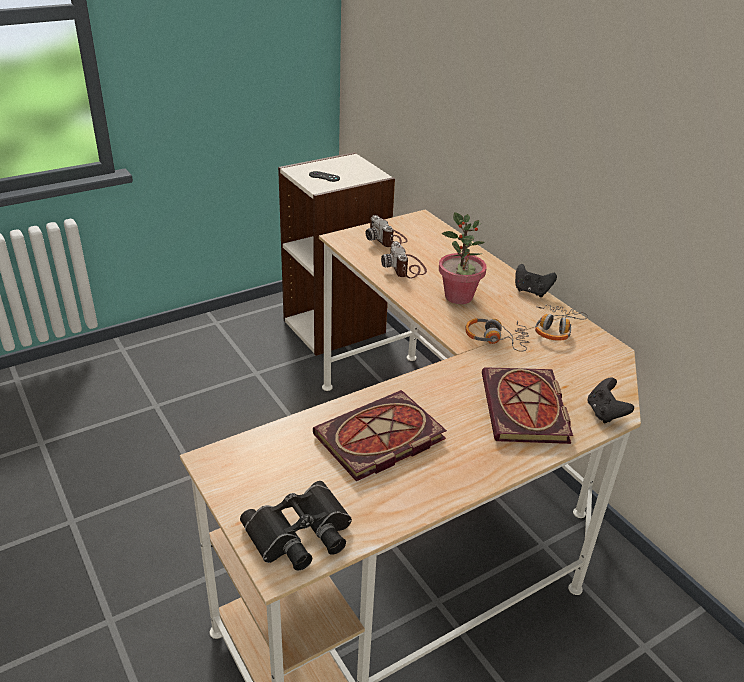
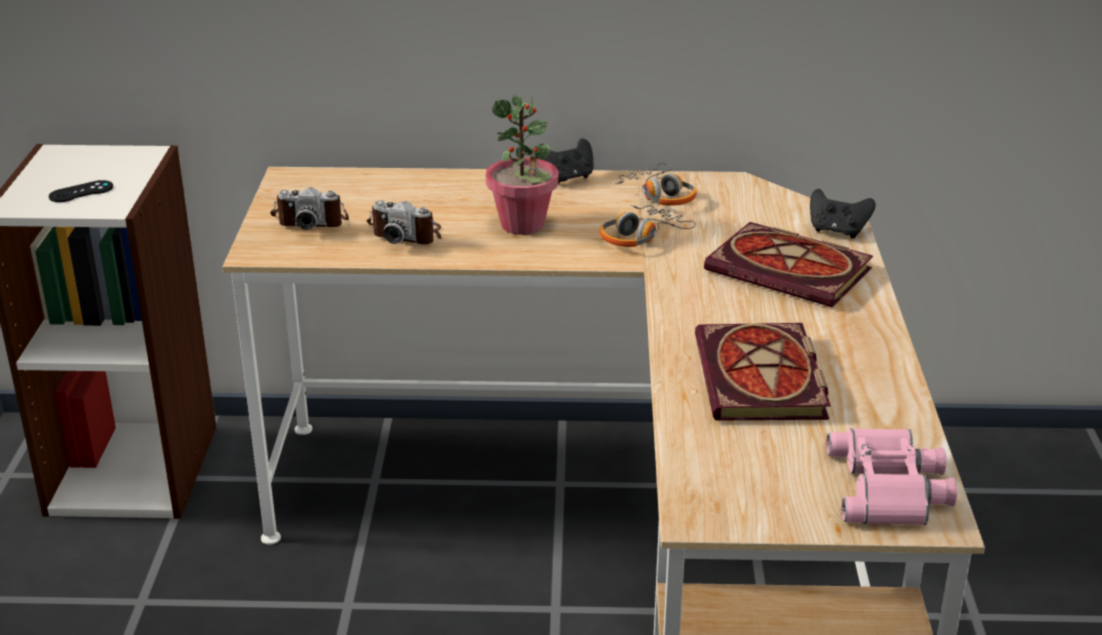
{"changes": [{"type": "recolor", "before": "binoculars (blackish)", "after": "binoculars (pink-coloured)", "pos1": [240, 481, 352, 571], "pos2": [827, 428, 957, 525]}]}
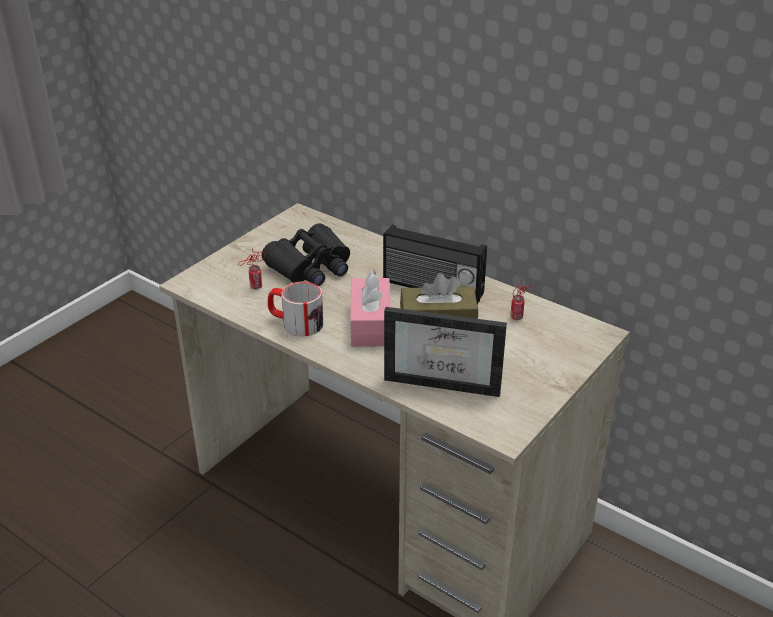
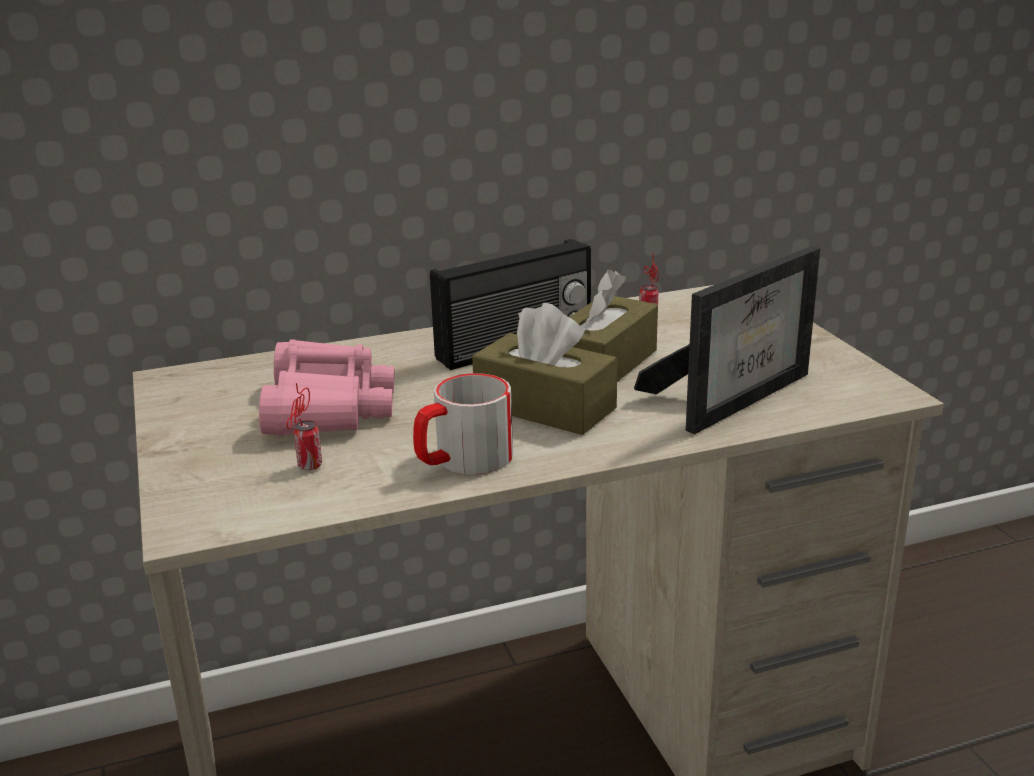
{"changes": [{"type": "recolor", "before": "binoculars (blackish)", "after": "binoculars (pink-coloured)", "pos1": [261, 223, 350, 286], "pos2": [259, 339, 394, 436]}, {"type": "recolor", "before": "tissue holder (pink-coloured)", "after": "tissue holder (brown-coloured)", "pos1": [350, 269, 391, 347], "pos2": [472, 303, 617, 435]}]}
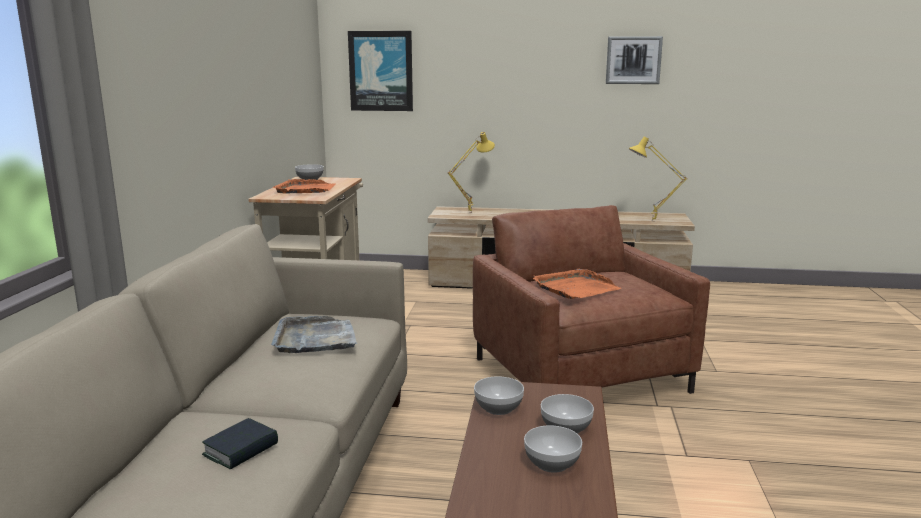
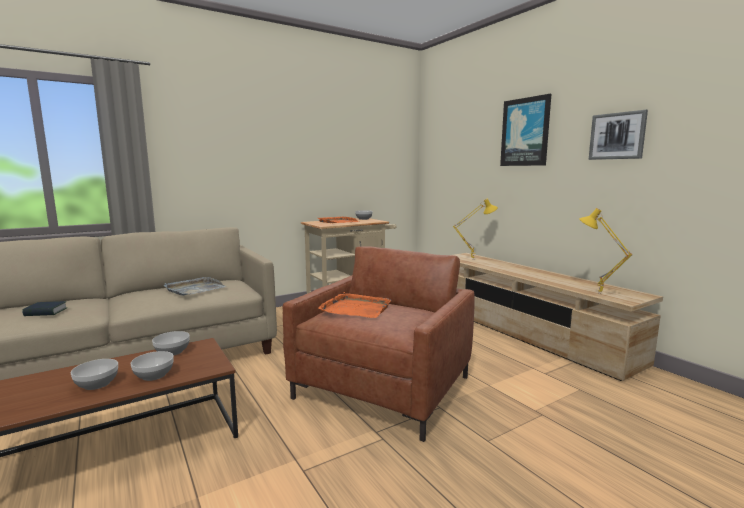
{"changes": [{"type": "move", "before": "picture", "pos1": [348, 31, 413, 111], "pos2": [500, 94, 551, 166]}]}
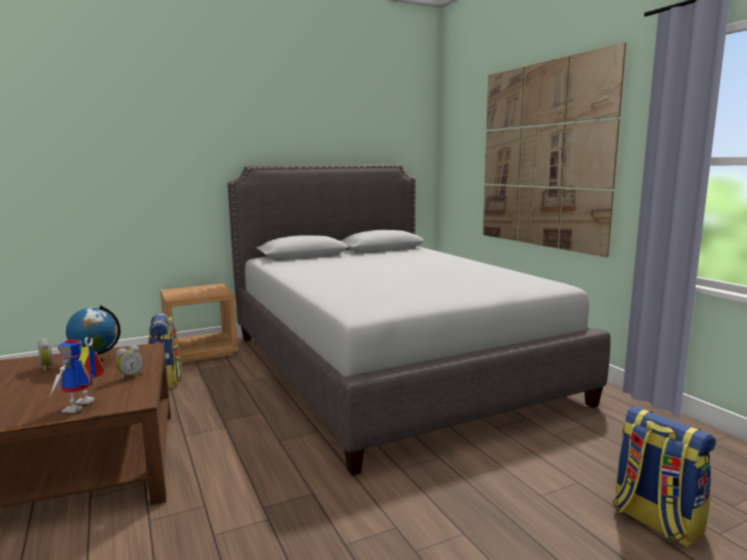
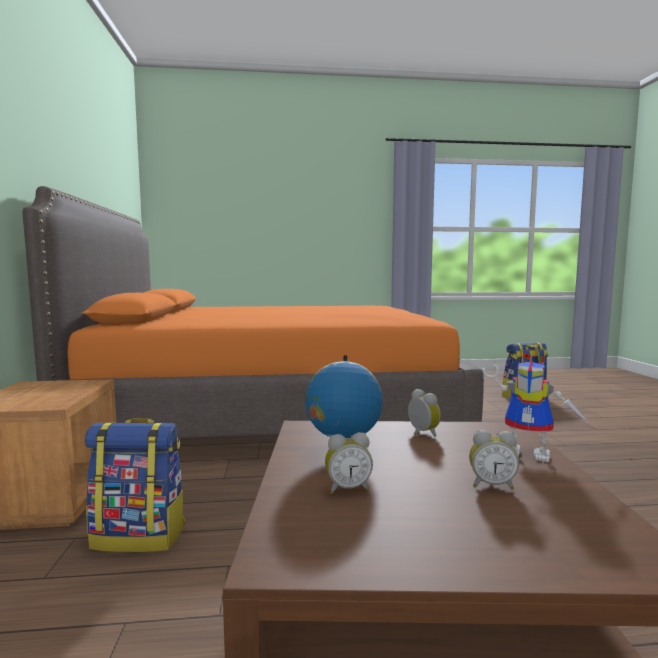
{"changes": [{"type": "delete", "before": "picture", "pos1": [483, 43, 626, 257]}, {"type": "recolor", "before": "bedroom bed (greyish)", "after": "bedroom bed (orange)", "pos1": [227, 164, 611, 476], "pos2": [23, 186, 484, 438]}, {"type": "insert", "after": "alarm clock", "pos2": [469, 430, 519, 490]}]}
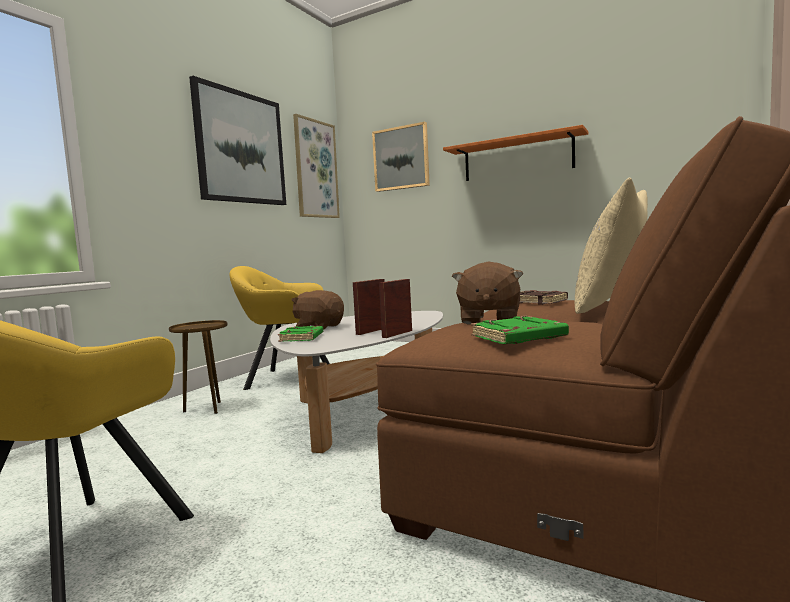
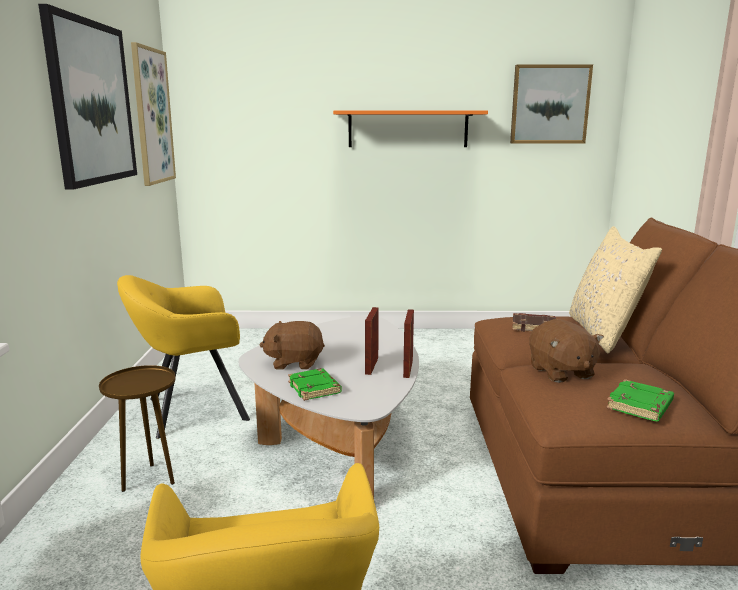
{"changes": [{"type": "move", "before": "picture", "pos1": [372, 122, 430, 192], "pos2": [510, 64, 593, 143]}]}
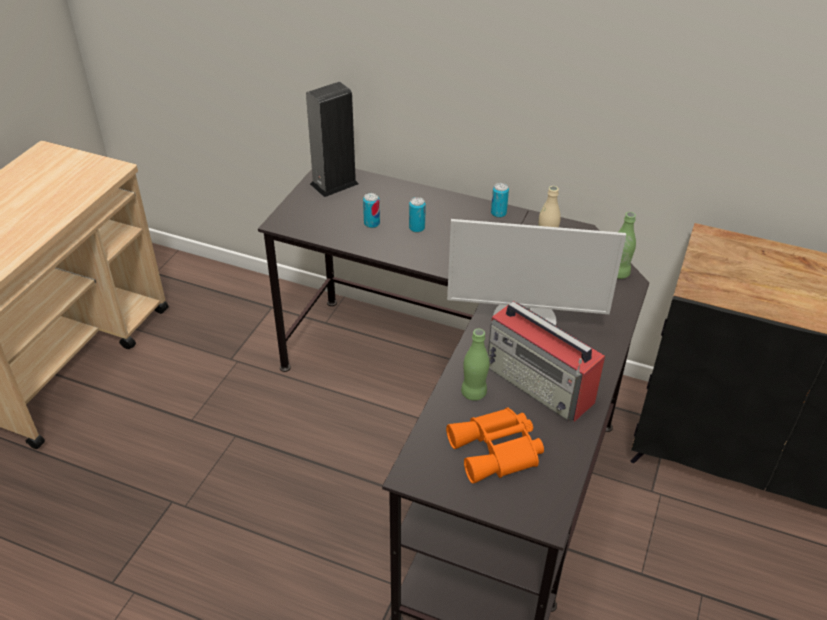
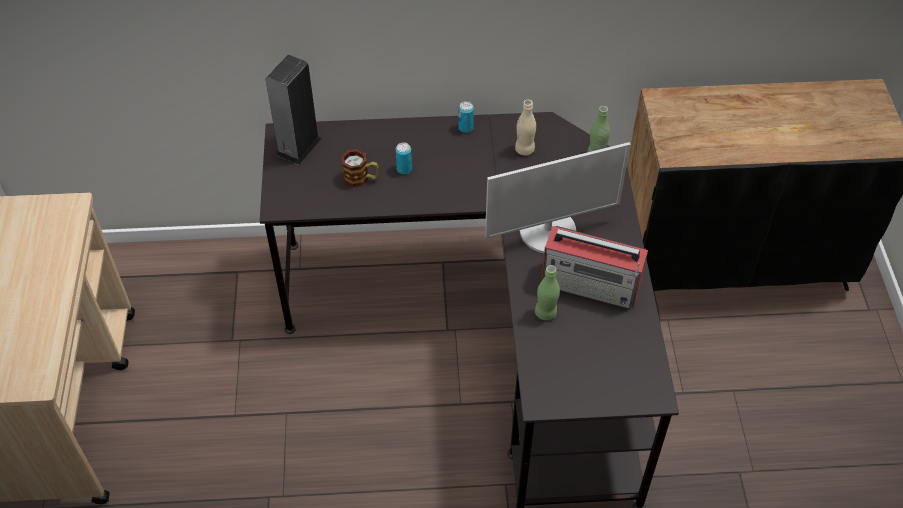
{"changes": [{"type": "replace", "before": "sealed can", "after": "mug", "pos1": [363, 193, 380, 228], "pos2": [341, 149, 379, 187]}, {"type": "delete", "before": "binoculars (orange)", "pos1": [446, 407, 544, 484]}]}
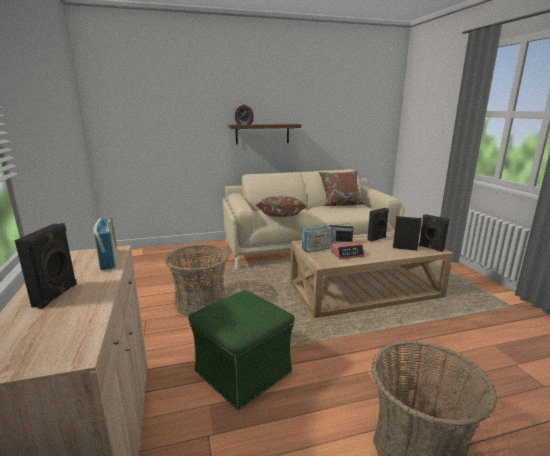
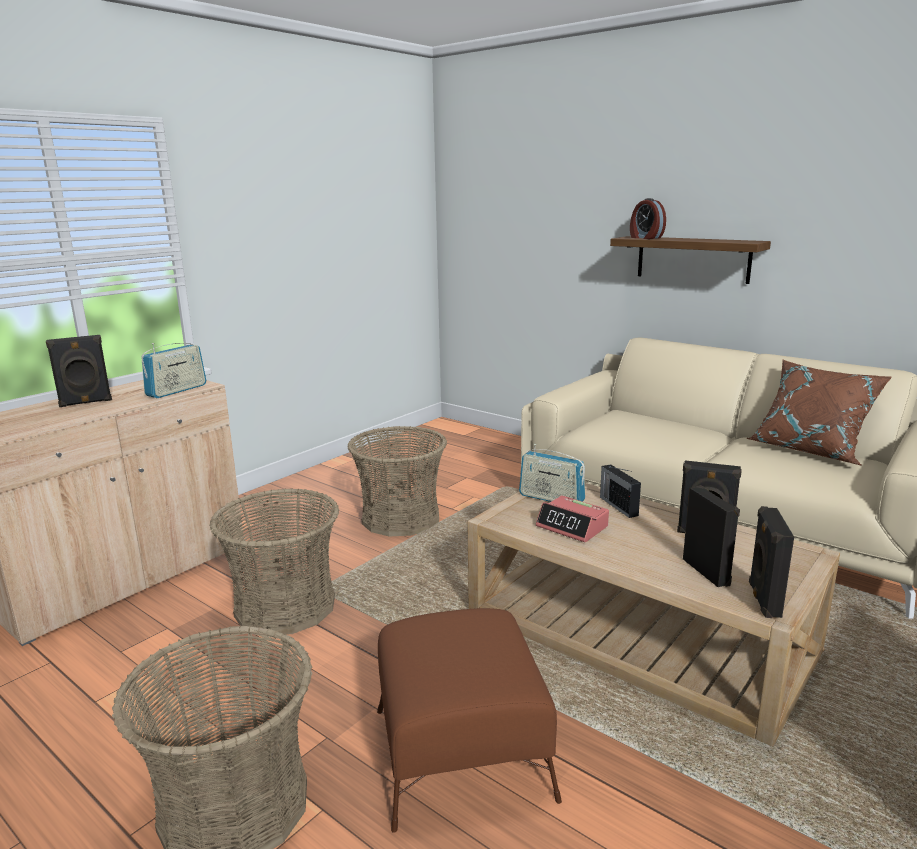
{"changes": [{"type": "delete", "before": "cushion (brown-coloured)", "pos1": [256, 196, 307, 217]}, {"type": "replace", "before": "footrest (green)", "after": "storage basket", "pos1": [188, 290, 295, 410], "pos2": [209, 488, 339, 635]}, {"type": "insert", "after": "footrest (brown-coloured)", "pos2": [377, 608, 562, 833]}]}
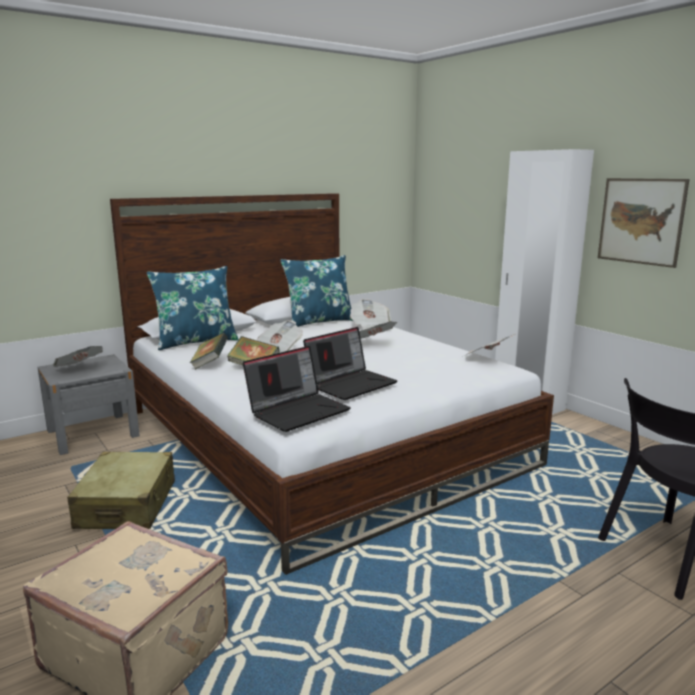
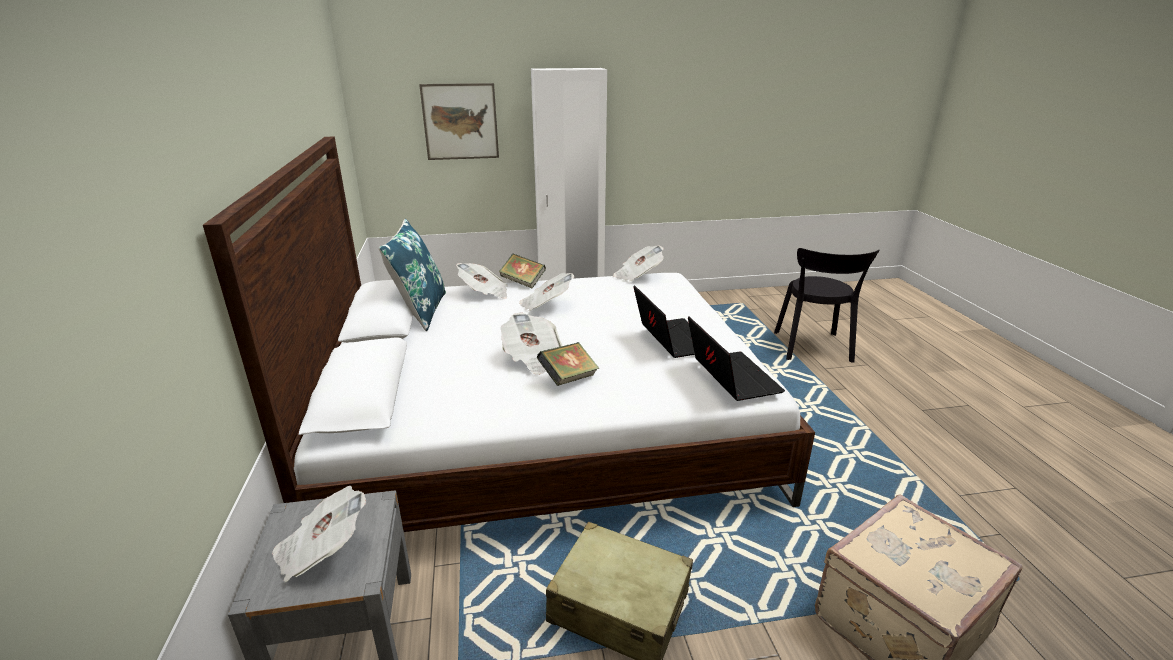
{"changes": [{"type": "move", "before": "picture", "pos1": [598, 178, 689, 268], "pos2": [419, 83, 499, 160]}, {"type": "delete", "before": "cushion (blue)", "pos1": [147, 266, 239, 350]}, {"type": "move", "before": "volume", "pos1": [190, 333, 228, 369], "pos2": [499, 254, 546, 289]}]}
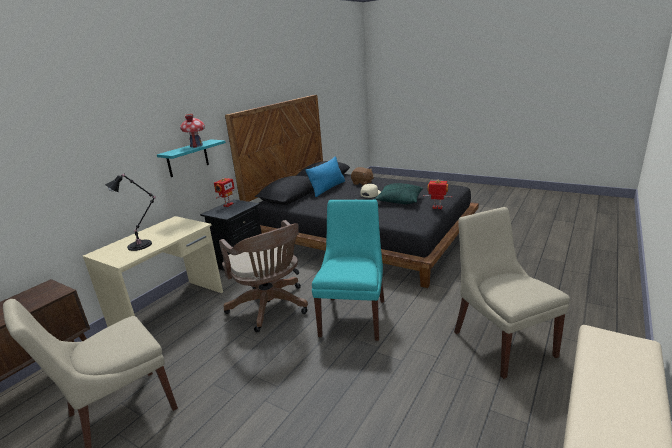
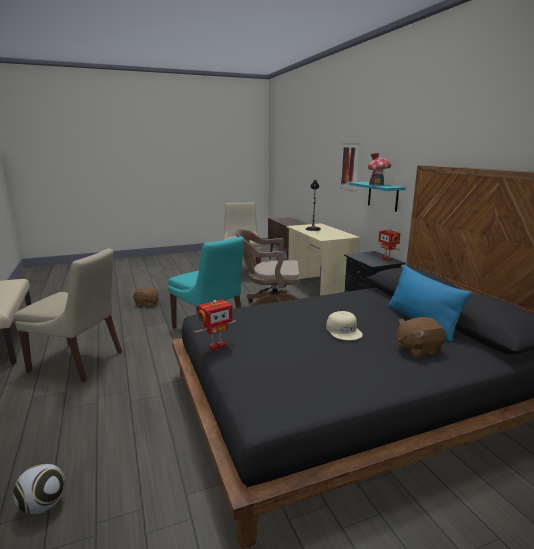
{"changes": [{"type": "delete", "before": "cushion (green)", "pos1": [374, 183, 423, 204]}, {"type": "insert", "after": "picture", "pos2": [340, 144, 359, 191]}, {"type": "insert", "after": "soft toy (brown-coloured)", "pos2": [133, 287, 159, 307]}, {"type": "insert", "after": "football ball", "pos2": [13, 463, 65, 514]}]}
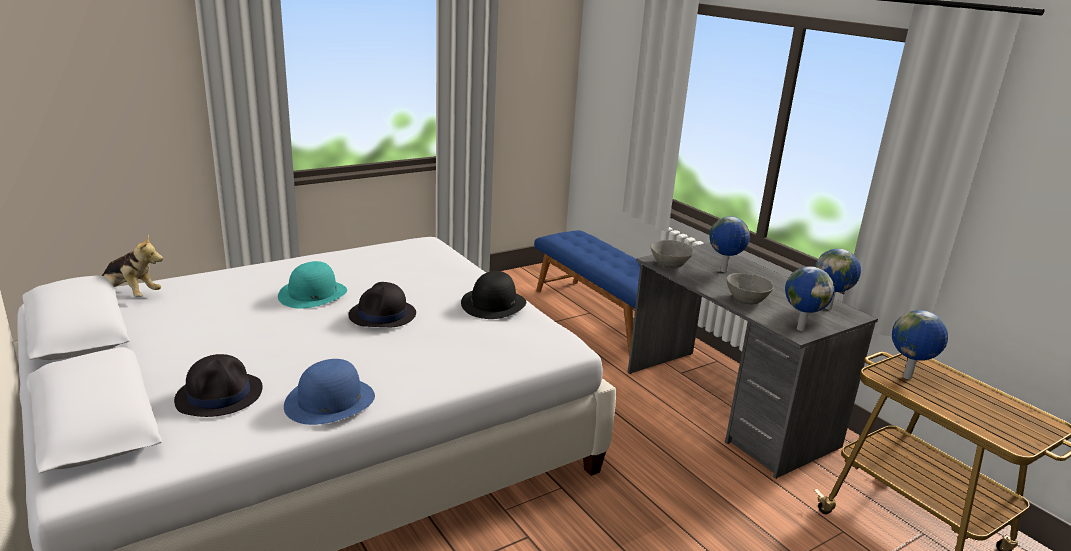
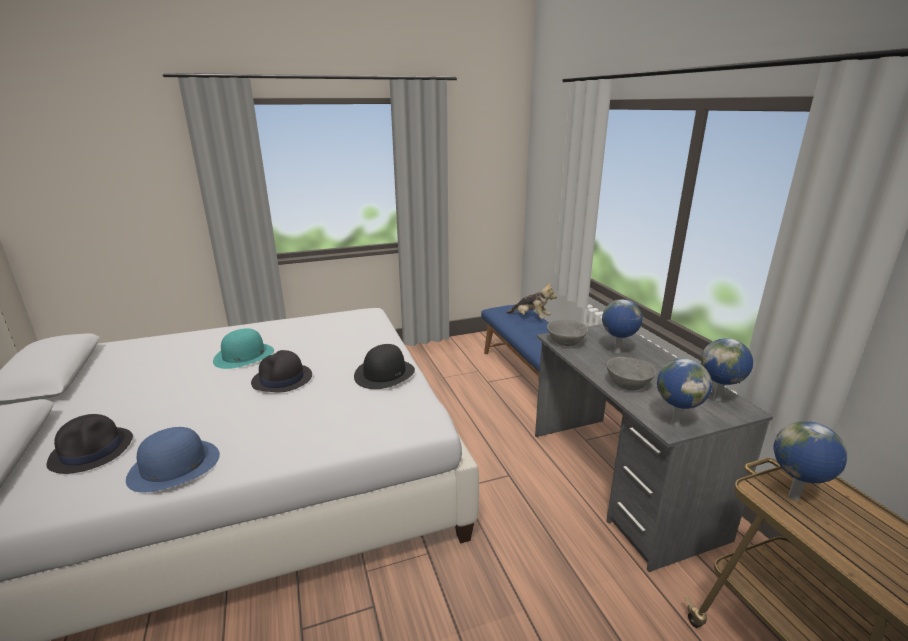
{"changes": [{"type": "move", "before": "soft toy", "pos1": [101, 235, 163, 297], "pos2": [506, 283, 557, 319]}]}
